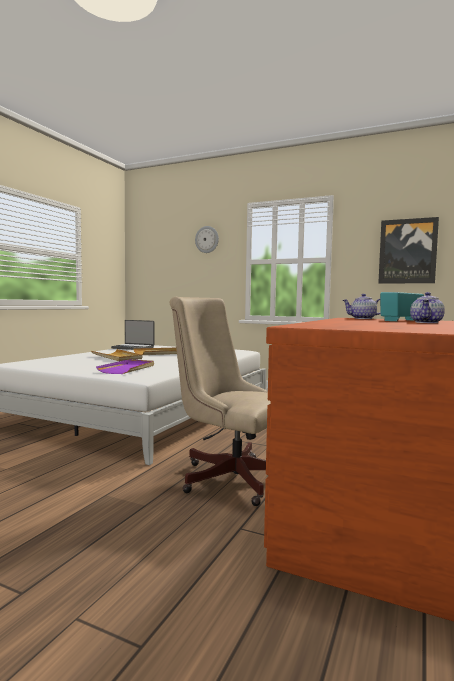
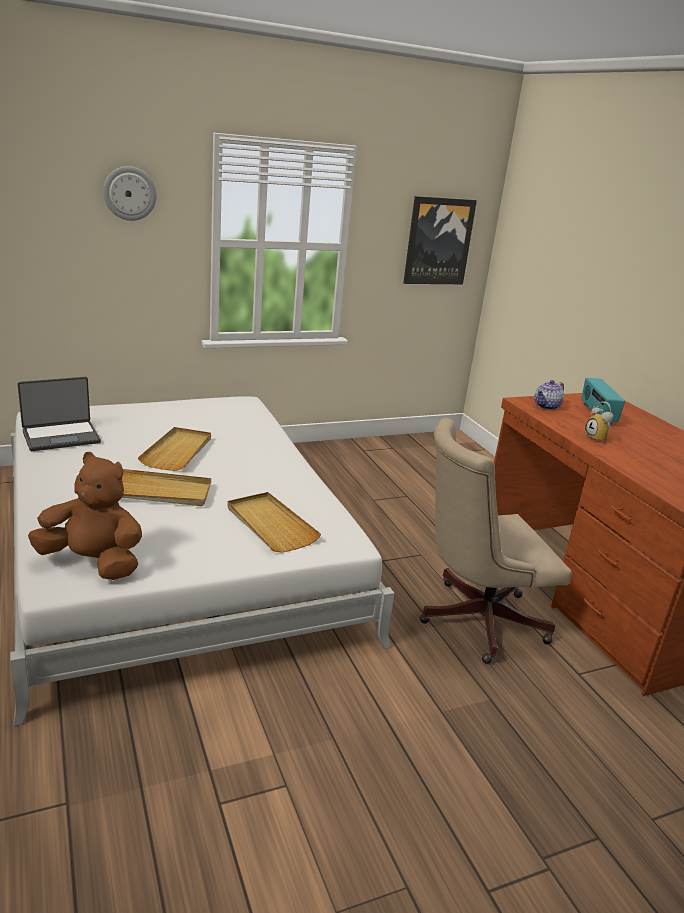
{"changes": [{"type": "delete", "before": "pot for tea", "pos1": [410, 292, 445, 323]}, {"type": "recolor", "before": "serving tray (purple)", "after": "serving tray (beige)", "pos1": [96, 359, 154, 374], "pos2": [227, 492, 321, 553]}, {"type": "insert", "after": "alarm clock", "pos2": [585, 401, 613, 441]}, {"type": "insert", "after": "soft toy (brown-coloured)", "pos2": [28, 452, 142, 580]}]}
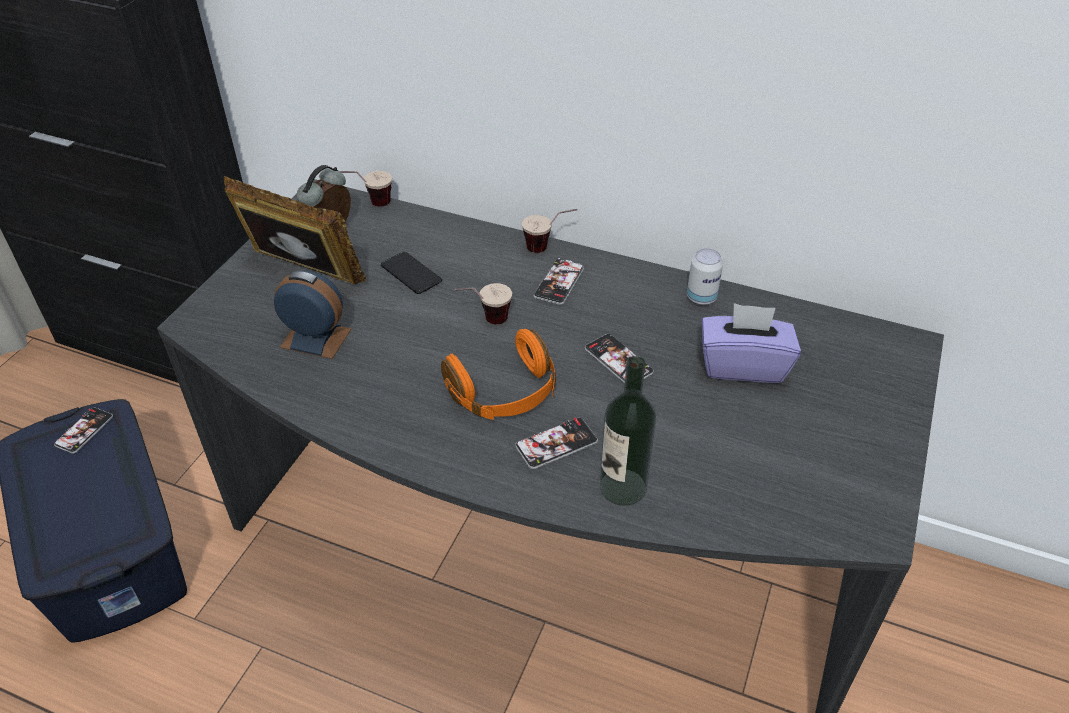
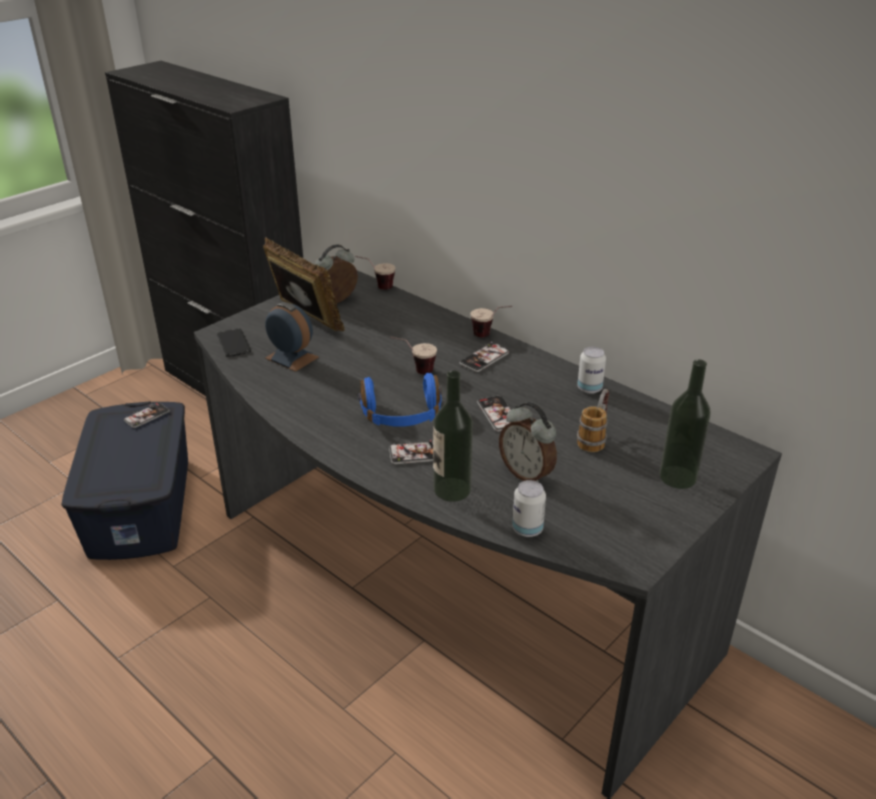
{"changes": [{"type": "move", "before": "phone", "pos1": [381, 252, 442, 294], "pos2": [217, 328, 251, 357]}, {"type": "replace", "before": "tissue holder (purple)", "after": "mug", "pos1": [702, 303, 801, 383], "pos2": [577, 389, 609, 452]}, {"type": "recolor", "before": "headphones (orange)", "after": "headphones (blue)", "pos1": [441, 329, 556, 420], "pos2": [358, 373, 442, 427]}, {"type": "insert", "after": "beverage bottle", "pos2": [659, 359, 711, 489]}, {"type": "insert", "after": "alarm clock", "pos2": [499, 402, 557, 482]}, {"type": "insert", "after": "sealed can", "pos2": [512, 480, 546, 537]}]}
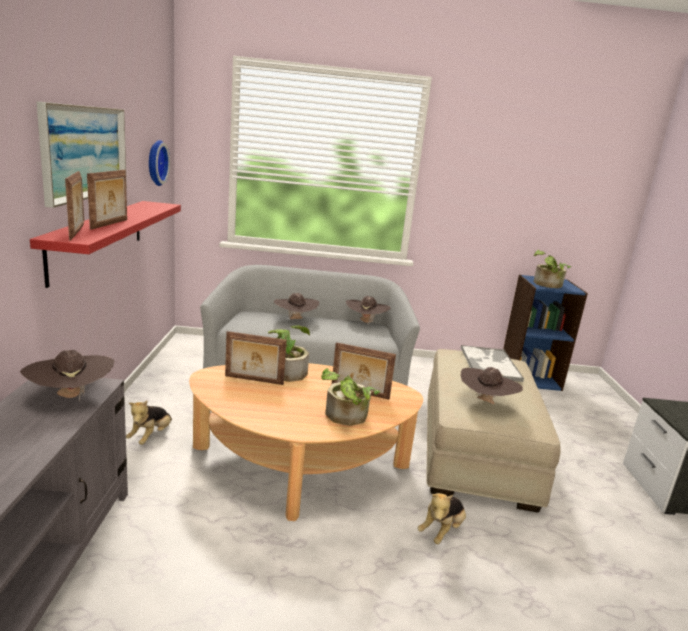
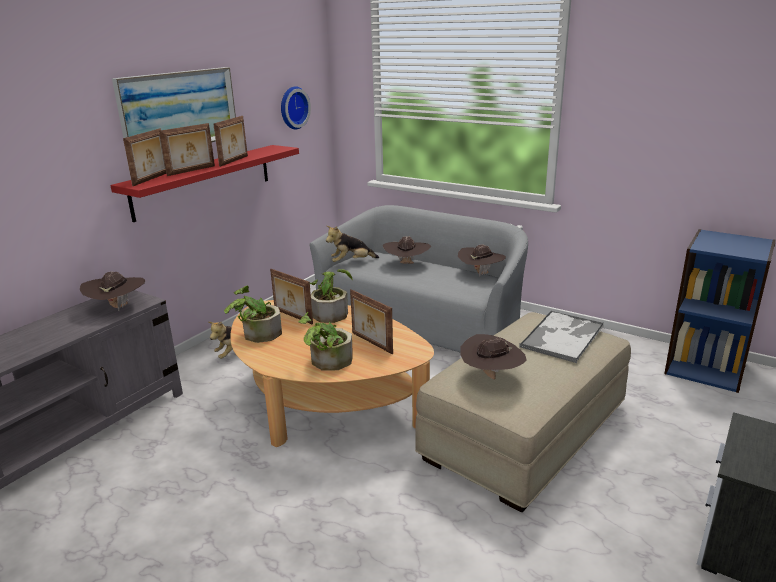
{"changes": [{"type": "move", "before": "potted plant", "pos1": [533, 250, 571, 288], "pos2": [224, 285, 282, 343]}, {"type": "move", "before": "soft toy", "pos1": [417, 493, 466, 544], "pos2": [326, 226, 379, 262]}, {"type": "insert", "after": "photo frame", "pos2": [213, 116, 248, 167]}]}
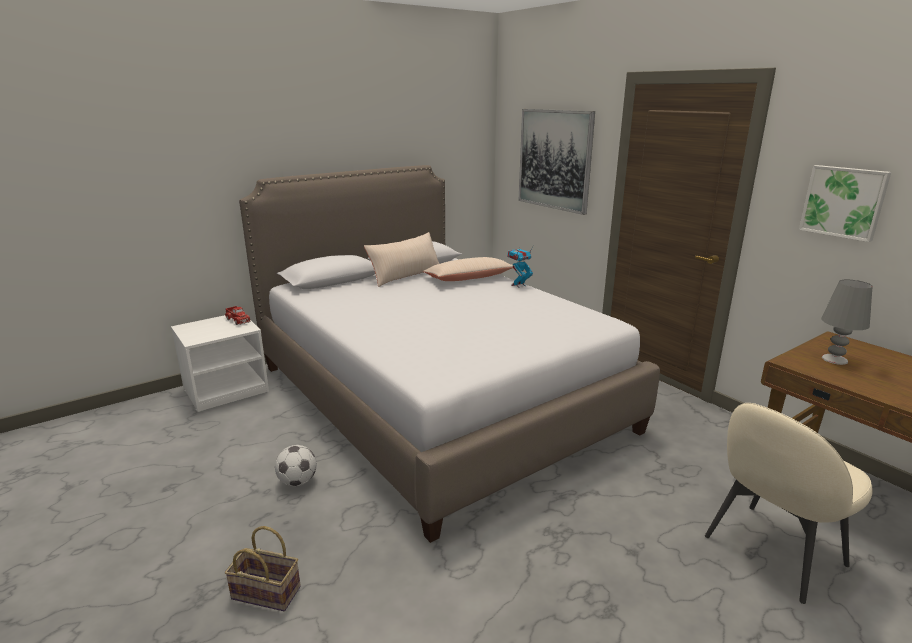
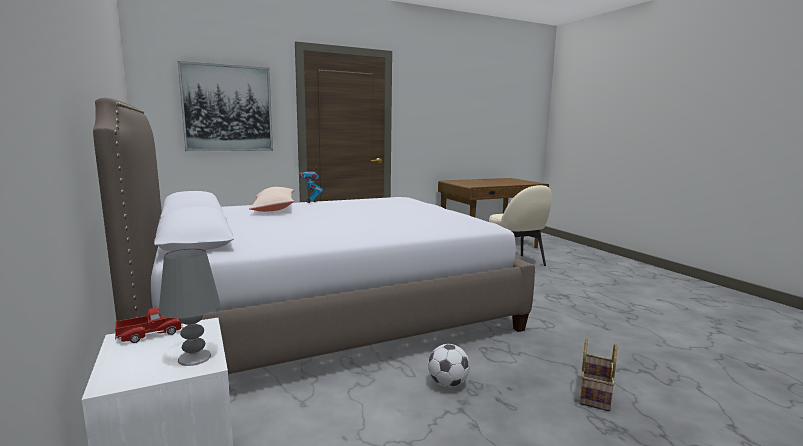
{"changes": [{"type": "delete", "before": "picture", "pos1": [799, 165, 891, 242]}, {"type": "delete", "before": "cushion (beige)", "pos1": [364, 232, 440, 287]}, {"type": "move", "before": "lamp for a table (greyish)", "pos1": [821, 280, 873, 365], "pos2": [159, 249, 220, 366]}]}
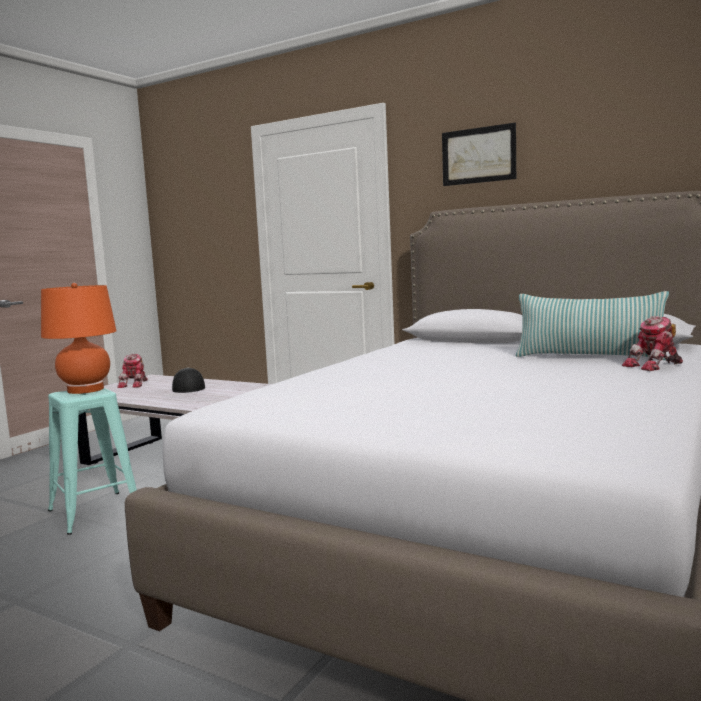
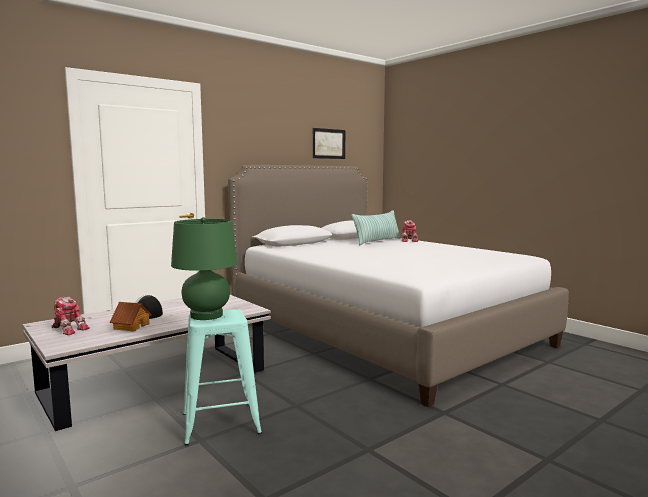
{"changes": [{"type": "move", "before": "picture", "pos1": [442, 123, 516, 186], "pos2": [313, 128, 345, 159]}, {"type": "recolor", "before": "lamp for a table (orange)", "after": "lamp for a table (green)", "pos1": [41, 283, 117, 394], "pos2": [171, 217, 238, 320]}, {"type": "insert", "after": "model house", "pos2": [110, 302, 151, 332]}]}
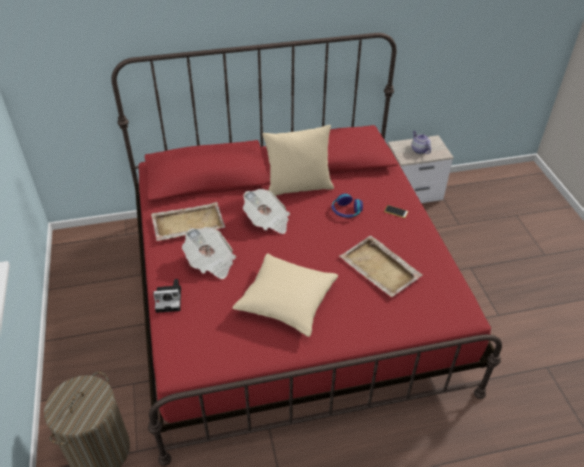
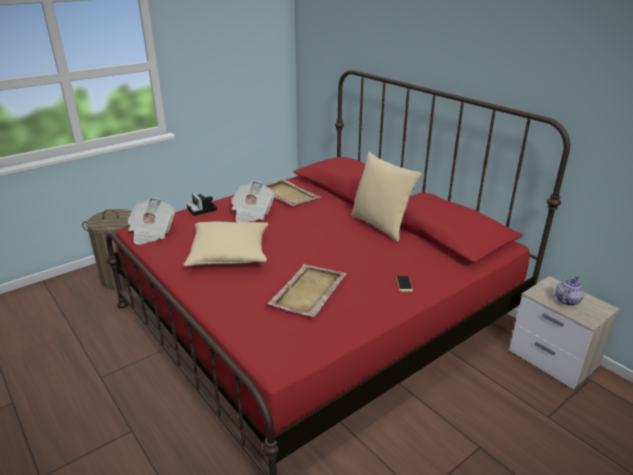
{"changes": [{"type": "move", "before": "daily paper", "pos1": [243, 189, 290, 234], "pos2": [127, 197, 175, 245]}, {"type": "delete", "before": "headphones", "pos1": [331, 193, 363, 218]}]}
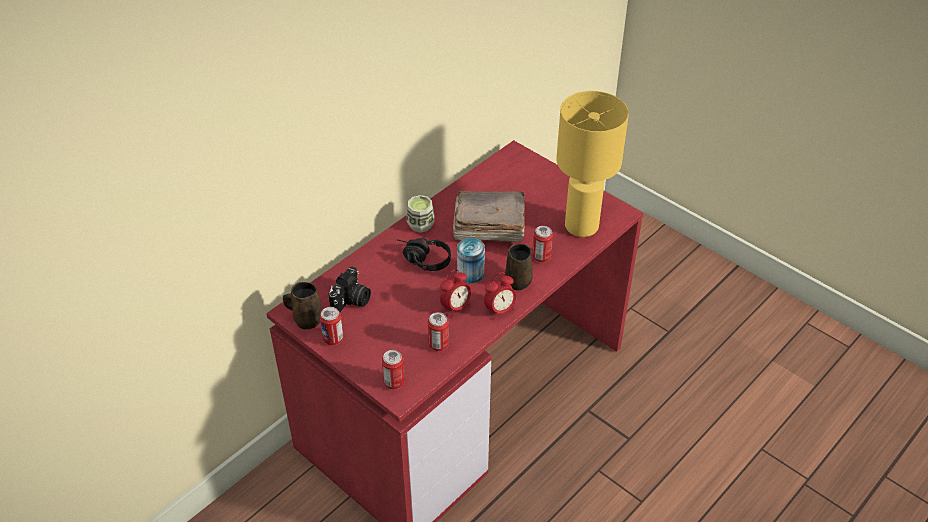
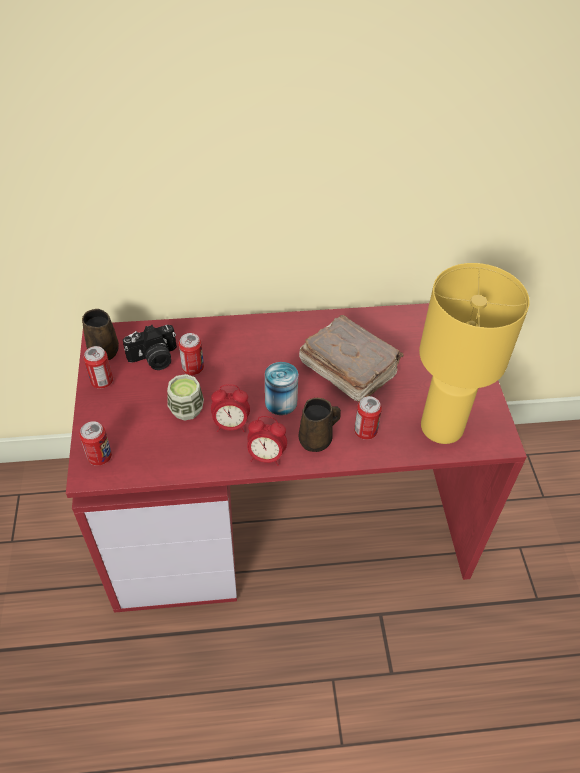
{"changes": [{"type": "move", "before": "drinking cup", "pos1": [407, 195, 434, 233], "pos2": [167, 374, 204, 421]}, {"type": "delete", "before": "headphones (blackish)", "pos1": [397, 238, 451, 271]}, {"type": "move", "before": "sealed can", "pos1": [428, 312, 449, 351], "pos2": [179, 333, 204, 375]}]}
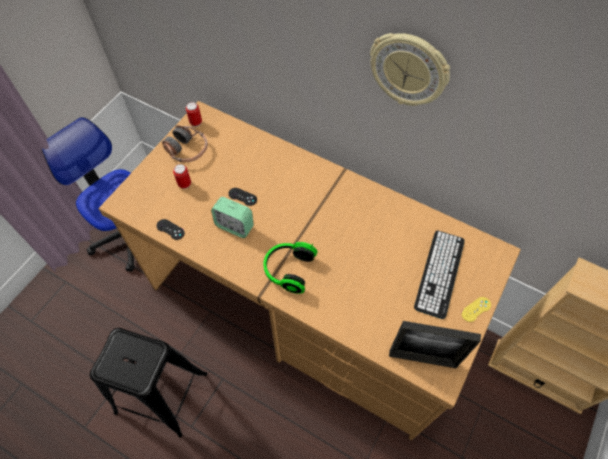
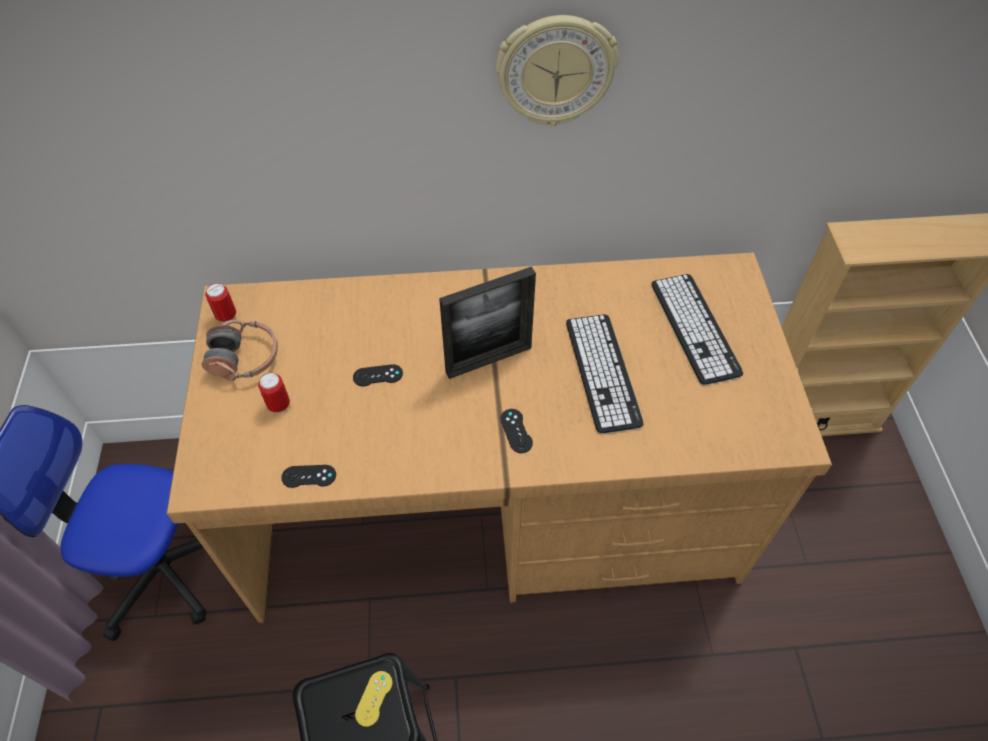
{"changes": [{"type": "delete", "before": "alarm clock", "pos1": [211, 197, 254, 238]}, {"type": "replace", "before": "headphones", "after": "joypad (blackish)", "pos1": [263, 242, 317, 294], "pos2": [500, 409, 533, 453]}, {"type": "move", "before": "joypad (yellow)", "pos1": [461, 297, 491, 322], "pos2": [355, 671, 392, 727]}, {"type": "move", "before": "photo frame", "pos1": [389, 321, 481, 368], "pos2": [439, 266, 536, 379]}, {"type": "insert", "after": "PC keyboard", "pos2": [566, 314, 644, 433]}]}
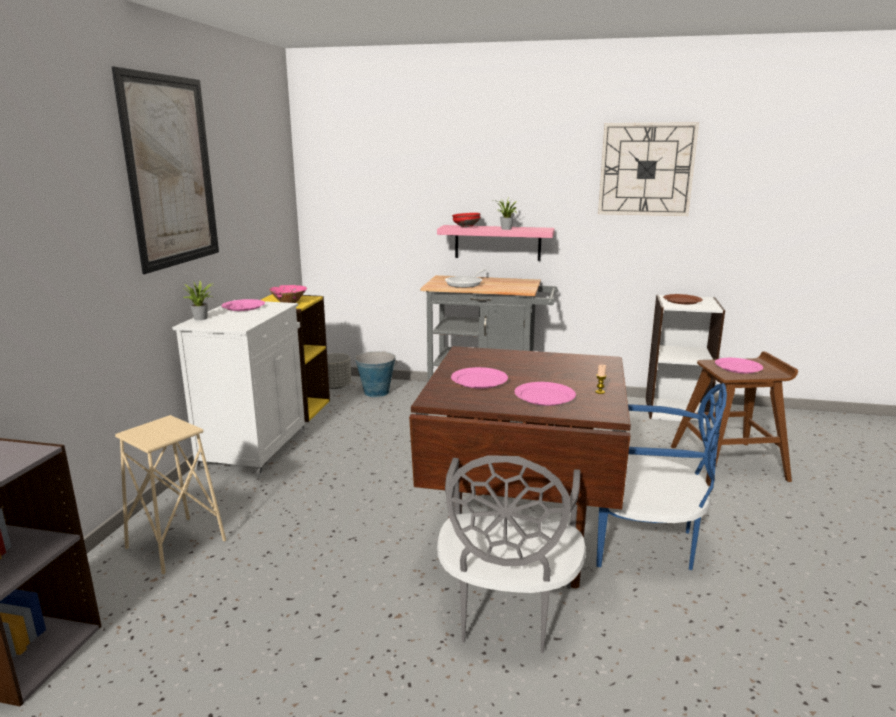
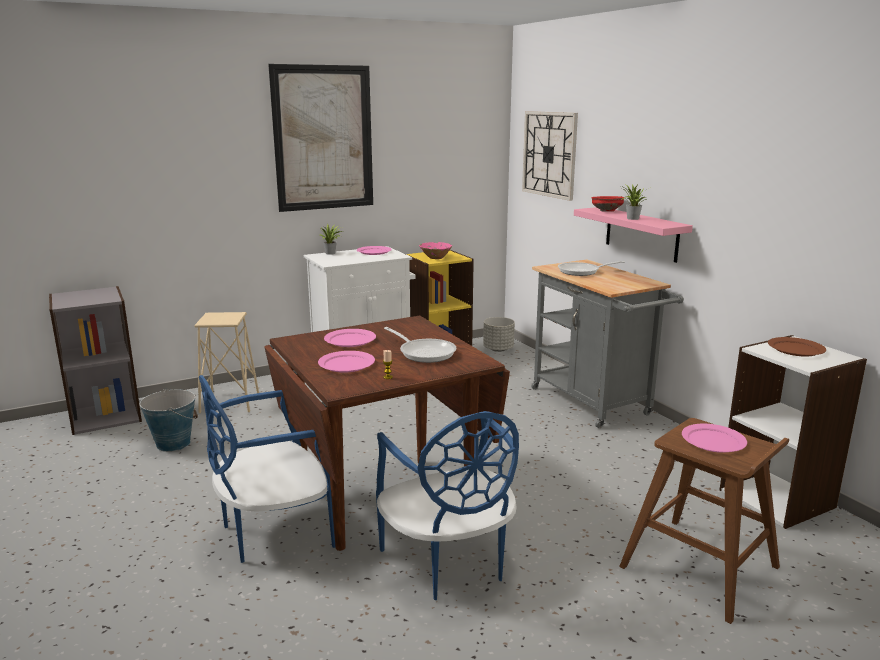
{"changes": [{"type": "move", "before": "wall clock", "pos1": [598, 122, 699, 216], "pos2": [522, 111, 578, 201]}, {"type": "move", "before": "pail", "pos1": [355, 351, 397, 397], "pos2": [140, 388, 198, 452]}, {"type": "recolor", "before": "chair (greyish)", "after": "chair (blue)", "pos1": [437, 455, 586, 653], "pos2": [199, 375, 335, 563]}, {"type": "insert", "after": "skillet", "pos2": [384, 327, 457, 363]}]}
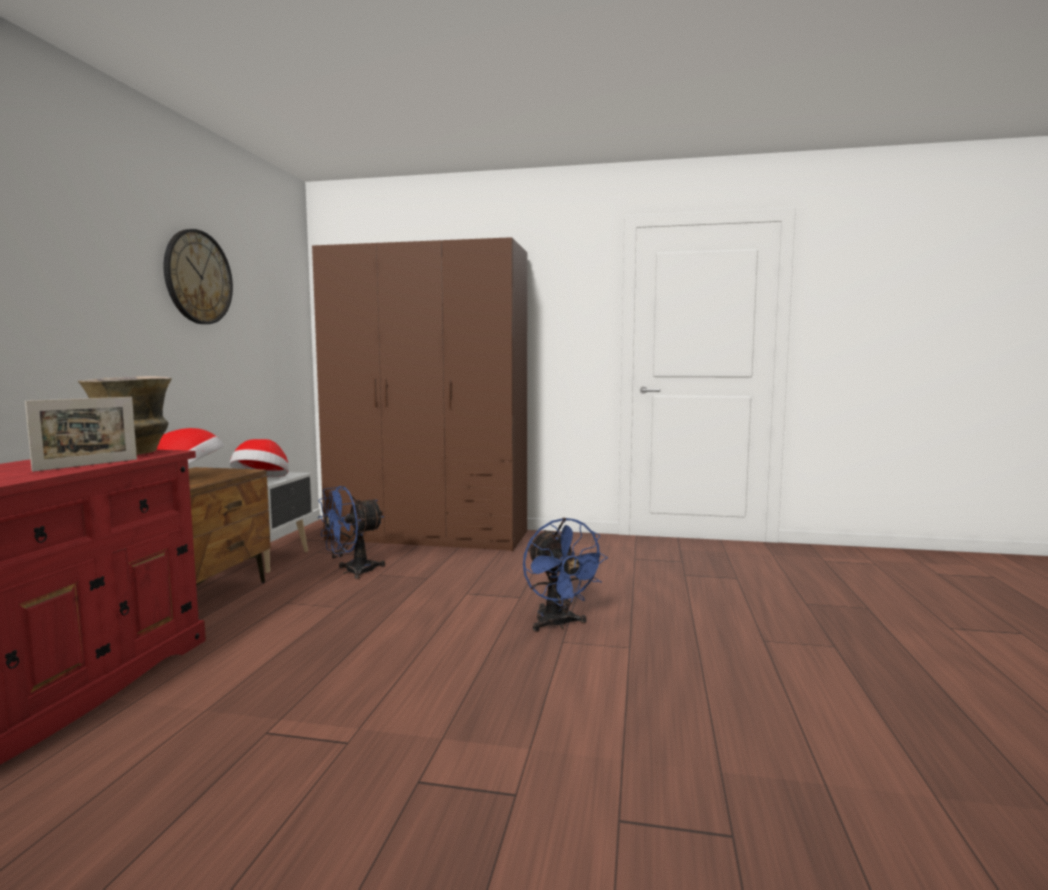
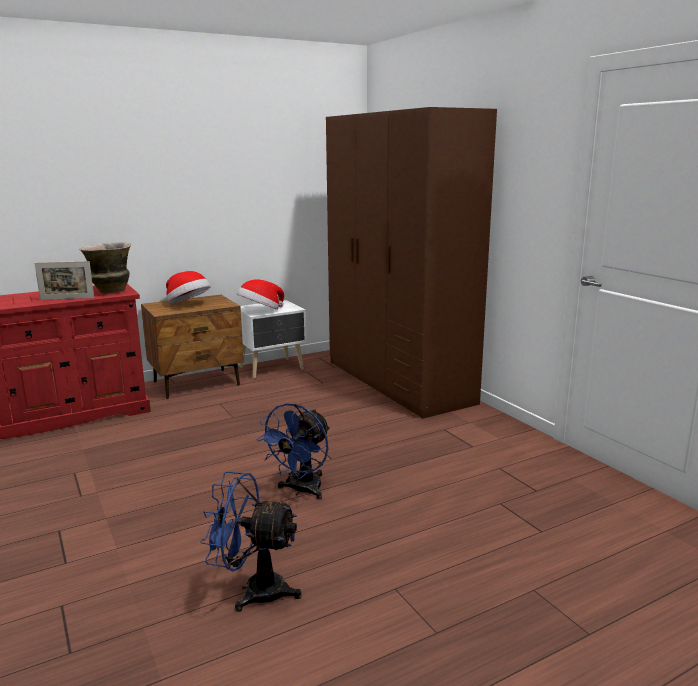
{"changes": [{"type": "delete", "before": "wall clock", "pos1": [163, 229, 233, 324]}, {"type": "move", "before": "fan (blue)", "pos1": [318, 486, 385, 579], "pos2": [200, 471, 302, 611]}]}
